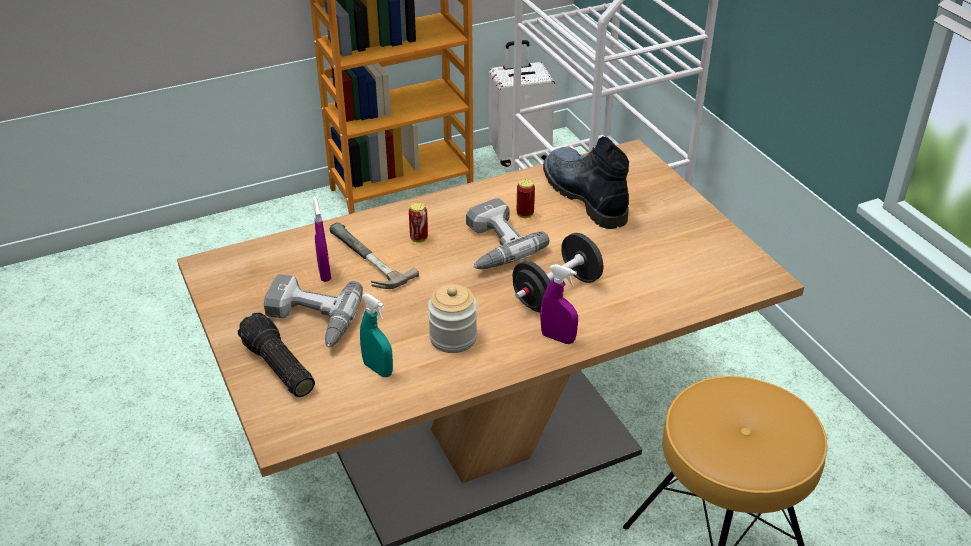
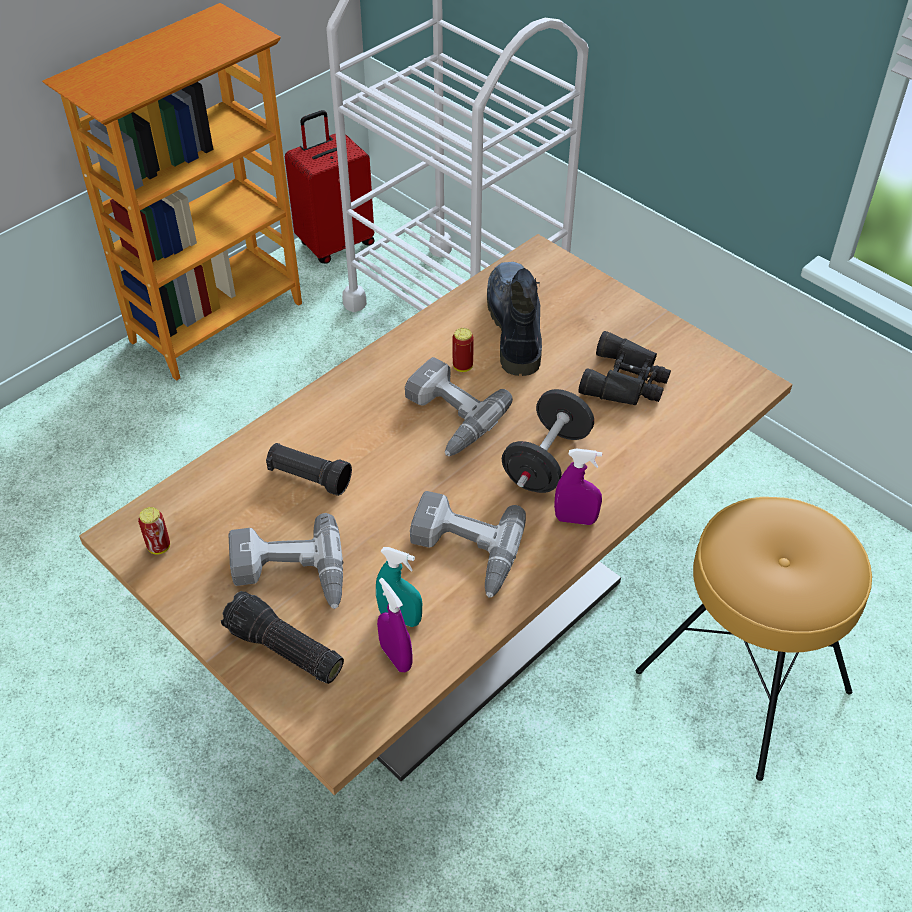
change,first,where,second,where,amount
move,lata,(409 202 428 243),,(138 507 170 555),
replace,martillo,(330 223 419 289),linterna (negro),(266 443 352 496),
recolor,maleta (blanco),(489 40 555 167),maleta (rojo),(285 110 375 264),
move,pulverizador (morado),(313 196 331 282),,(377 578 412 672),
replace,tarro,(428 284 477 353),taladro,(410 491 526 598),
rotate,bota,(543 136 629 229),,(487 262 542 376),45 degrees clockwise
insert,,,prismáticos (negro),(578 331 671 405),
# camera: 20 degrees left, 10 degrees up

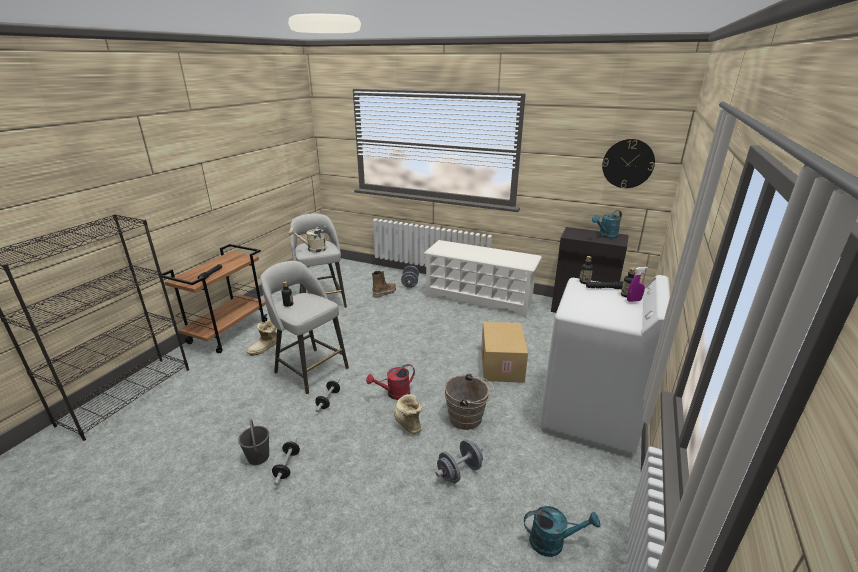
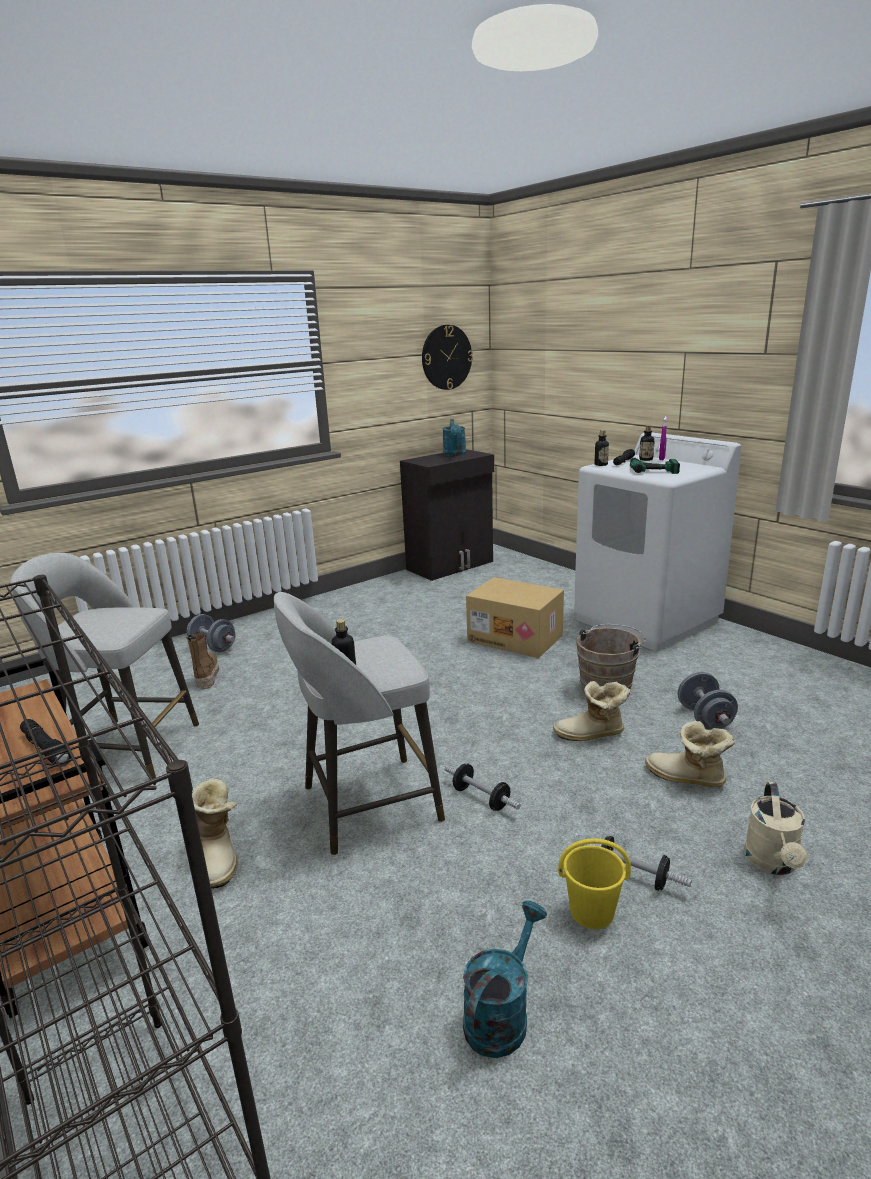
change,first,where,second,where,amount
move,regadera (turquesa),(524 506 600 557),,(463 901 547 1058),
recolor,cubo (gris),(238 419 269 465),cubo (amarillo),(558 838 631 929),
insert,,,taladro,(630 458 680 474),
insert,,,bota,(645 721 734 788),
move,regadera (beis),(288 226 330 252),,(744 782 807 875),
delete,regadera (rojo),(366 364 415 400),,,
delete,zapatero (blanco),(424 240 542 317),,,
# camera: 60 degrees left, 5 degrees down

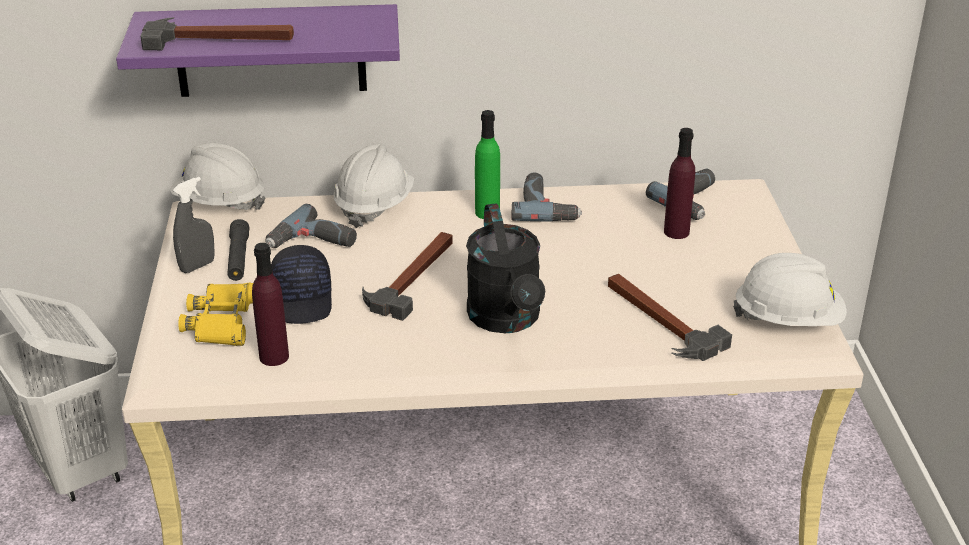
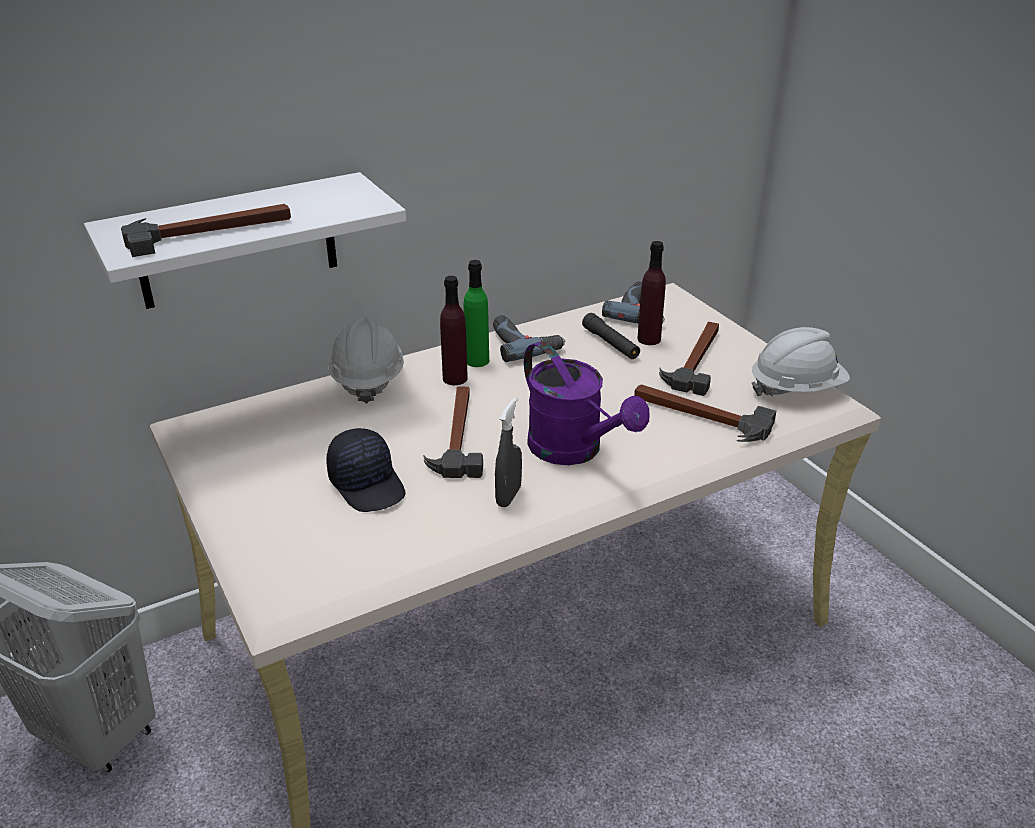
change,first,where,second,where,amount
recolor,estante (morado),(116 4 400 97),estante (blanco),(84 172 406 309),
move,botella (morado),(252 243 289 366),,(440 276 468 385),
move,pulverizador (gris),(173 177 215 273),,(495 398 522 507),
recolor,regadera (negro),(466 203 545 333),regadera (morado),(524 341 650 465),
move,linterna (negro),(227 219 249 281),,(582 313 640 359),
insert,,,martillo,(659 322 719 396),
delete,casco (blanco),(170 143 266 210),,,
delete,prismáticos (amarillo),(178 283 253 346),,,
delete,taladro,(266 204 357 248),,,
# camera: 25 degrees left, 0 degrees up

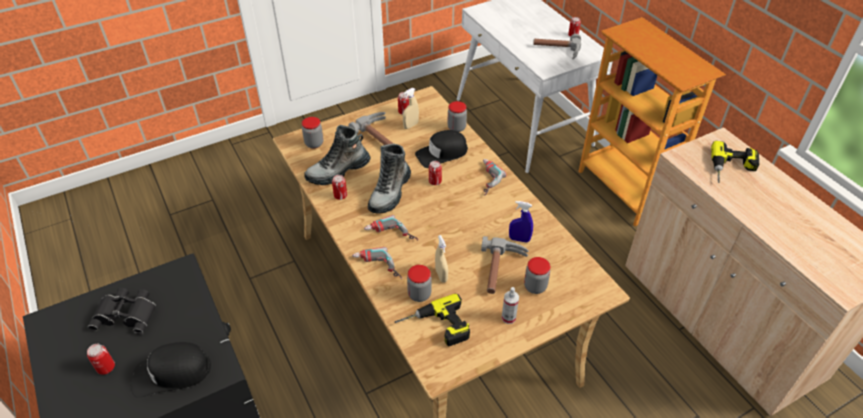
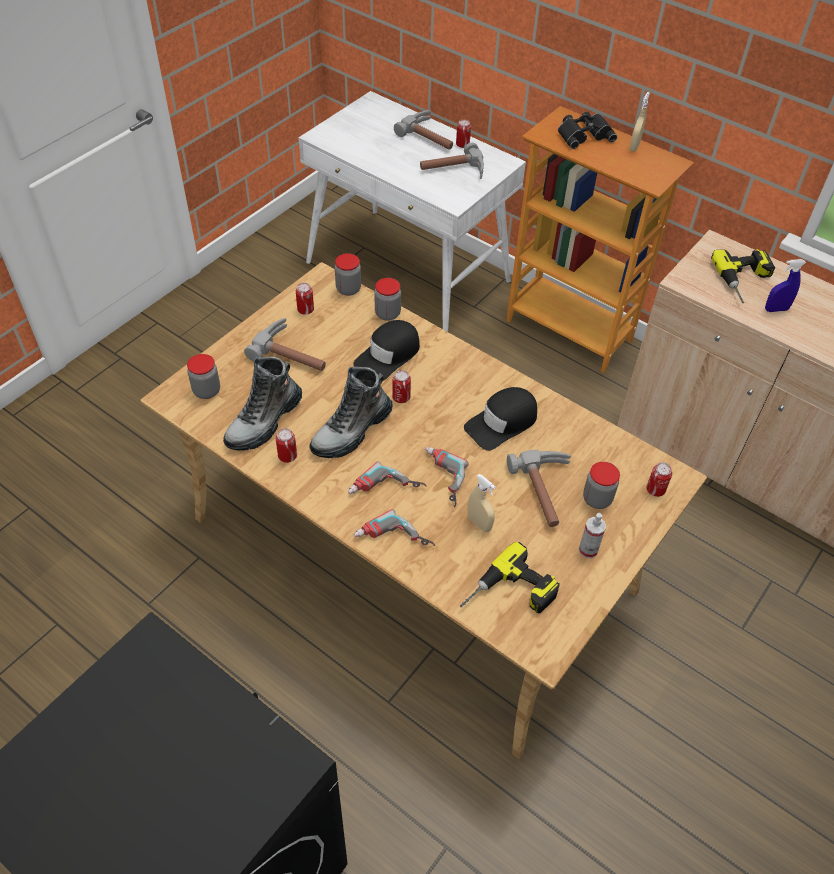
change,first,where,second,where,amount
rotate,bota,(368 143 411 214),,(309 367 393 458),45 degrees clockwise
move,tarro,(407 265 432 302),,(335 253 361 296),
insert,,,martillo,(394 110 453 150),
move,taladro,(483 159 506 196),,(425 447 468 507),
move,gorra (negro),(131 342 211 398),,(464 387 537 451),
move,prismáticos (negro),(88 288 156 335),,(558 112 617 149),
move,pulverizador (beis),(403 88 419 129),,(629 92 650 152),
move,lata,(87 344 115 375),,(646 462 672 497),
move,pulverizador (azul),(509 201 533 243),,(765 259 806 312),
# camera: 25 degrees left, 5 degrees up

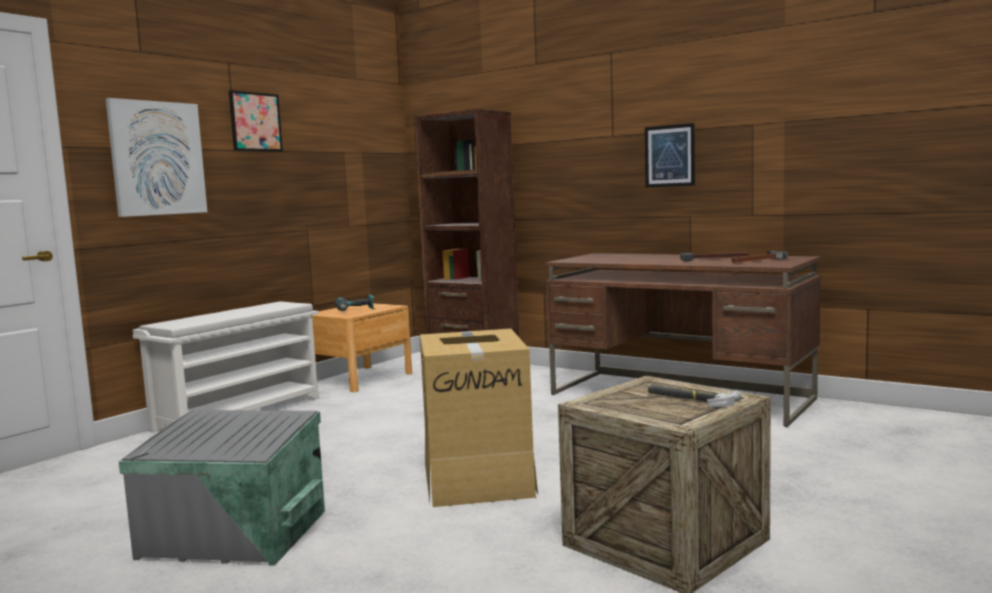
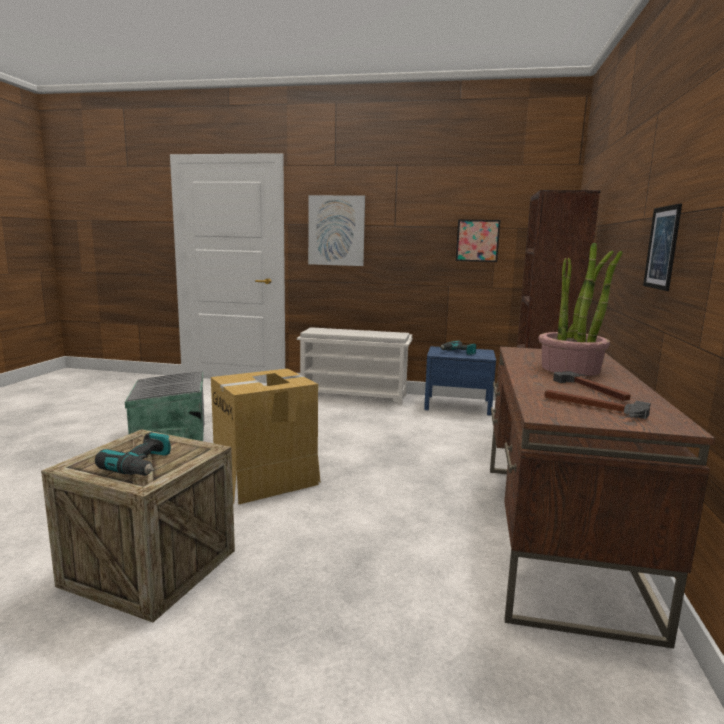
change,first,where,second,where,amount
replace,martillo,(648 384 742 407),taladro,(95 432 171 476),
recolor,mesita de noche (marrón),(312 303 412 392),mesita de noche (azul),(424 346 496 415),
move,cuadro,(229 90 283 151),,(456 219 500 262),
insert,,,planta en maceta,(539 243 623 376),
# camera: 65 degrees right, 5 degrees up

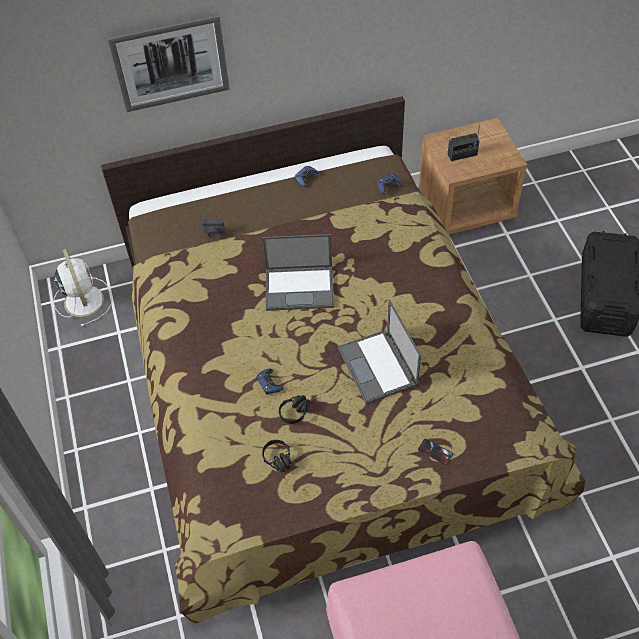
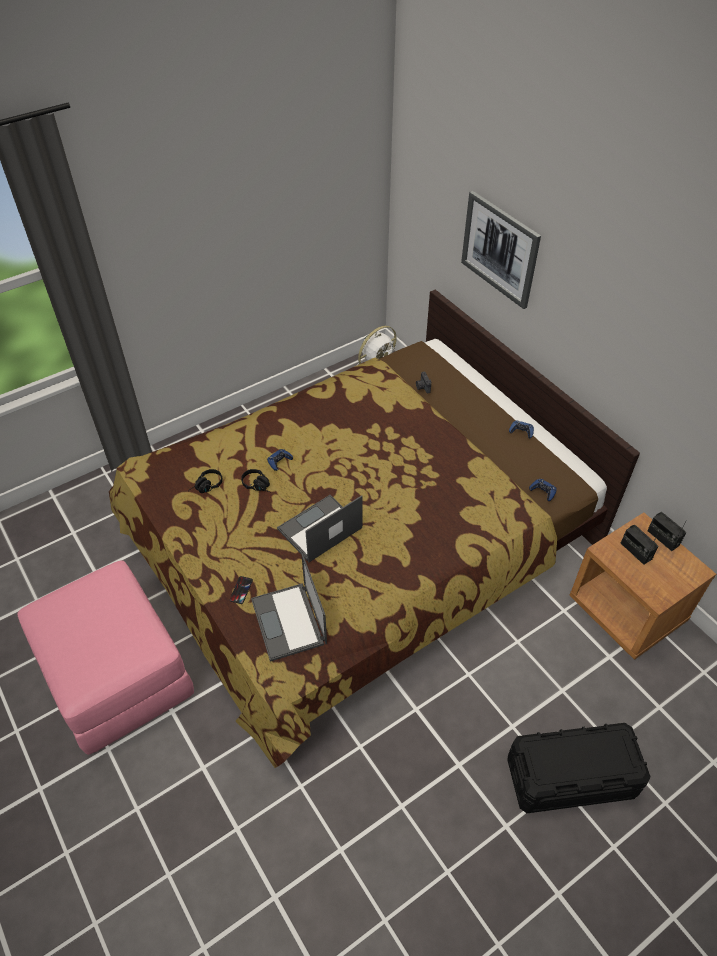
change,first,where,second,where,amount
move,portátil,(262 234 334 311),,(251 554 327 662),
insert,,,radio,(647 512 687 551),
# camera: 70 degrees right, 5 degrees down

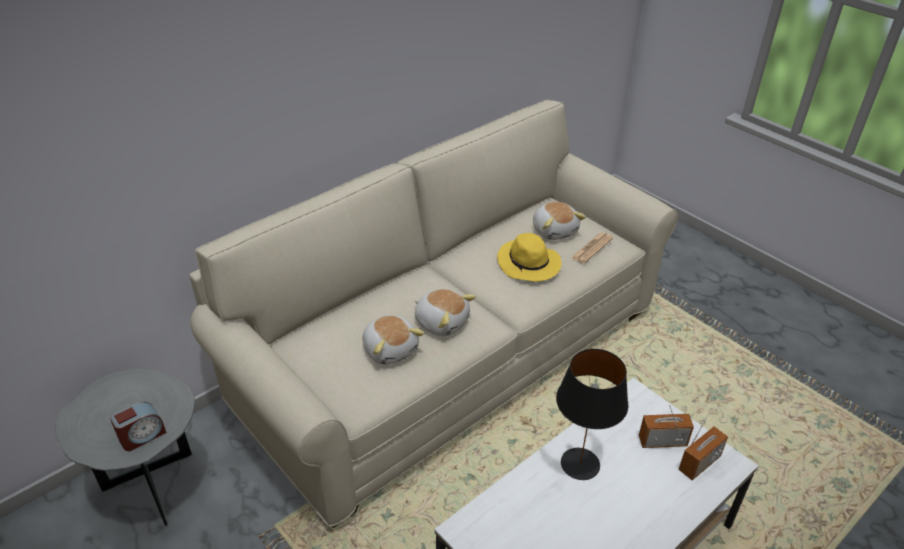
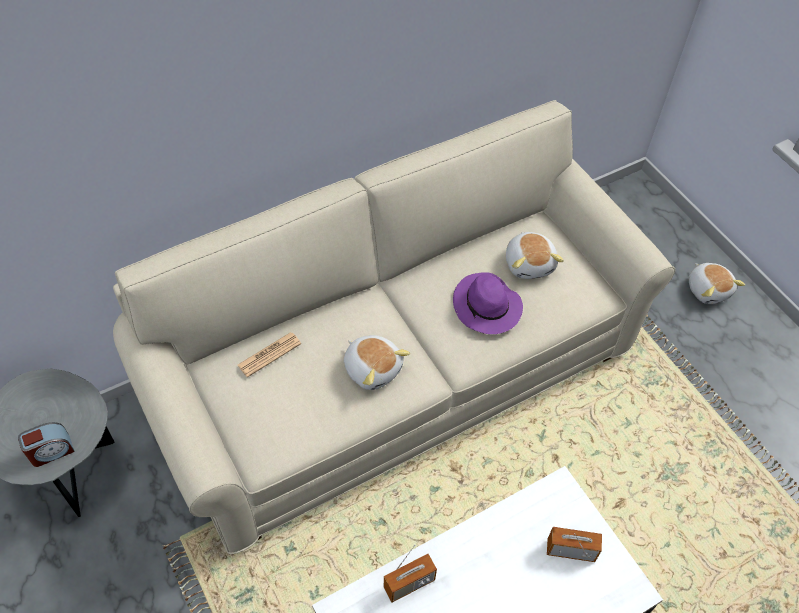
change,first,where,second,where,amount
move,periódico,(571 233 613 264),,(237 332 301 377),
move,radio,(679 408 728 480),,(384 545 437 603),
recolor,sombrero (amarillo),(497 233 562 282),sombrero (morado),(453 272 523 334),
move,peluche,(363 315 424 365),,(688 263 745 304),
delete,lámpara de mesa (negro),(556 349 629 480),,,
# camera: 10 degrees right, 15 degrees up

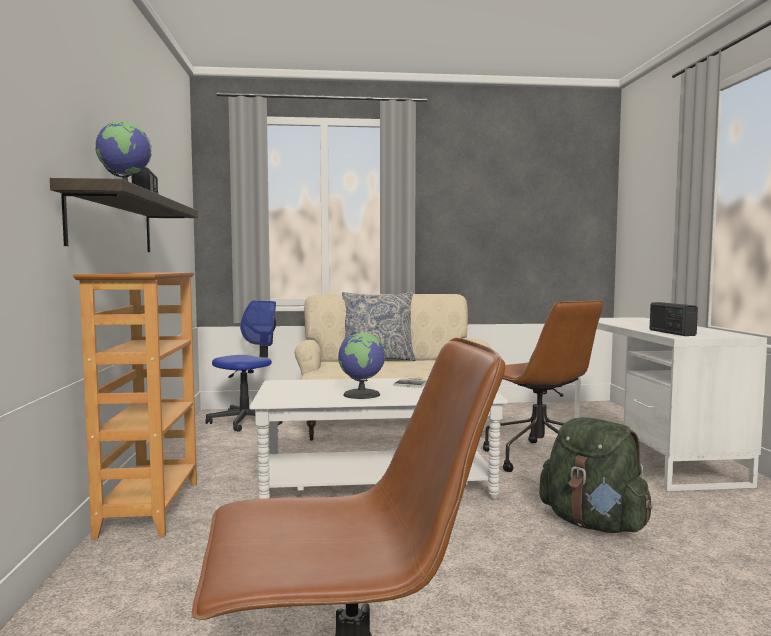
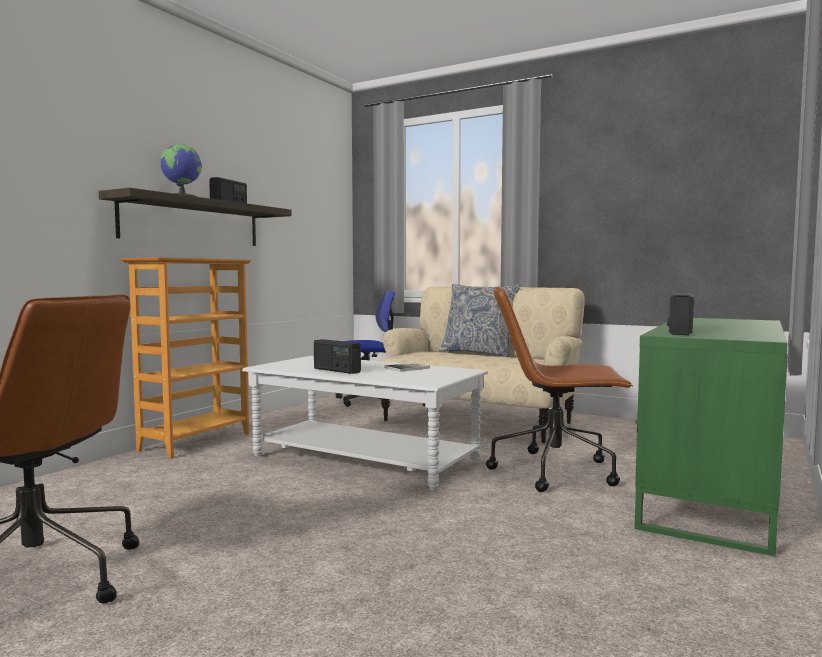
change,first,where,second,where,amount
replace,globo terráqueo,(338 332 385 399),radio,(314 339 361 374),
rotate,silla de oficina (marrón),(483 300 603 472),,(486 286 633 492),90 degrees clockwise
recolor,escritorio (blanco),(574 317 767 491),escritorio (verde),(634 318 788 556),
delete,mochila (verde),(539 417 652 533),,,
# camera: 35 degrees right, 0 degrees up

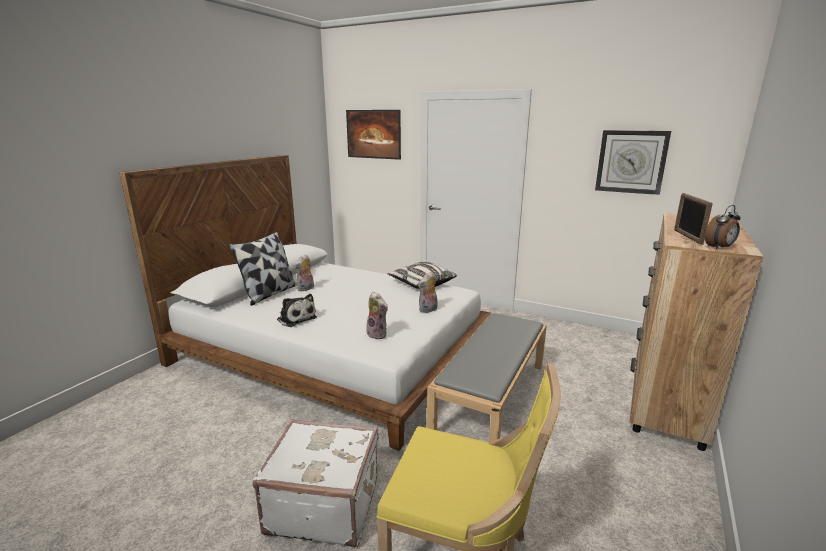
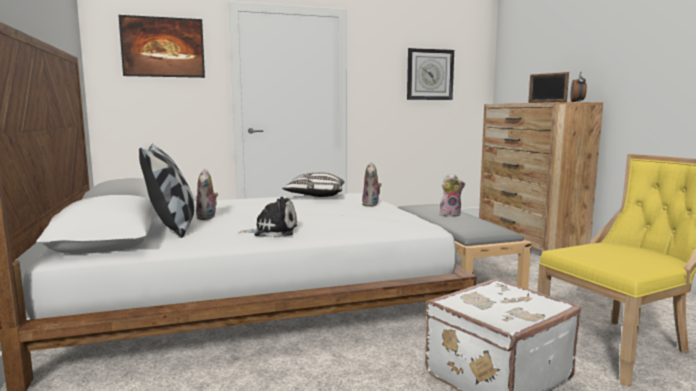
change,first,where,second,where,amount
move,peluche,(366 291 388 340),,(440 174 465 217),
# camera: 45 degrees left, 10 degrees down

